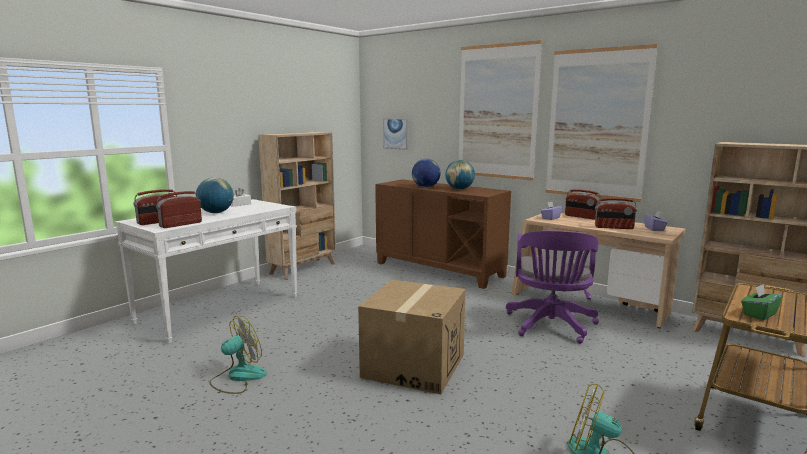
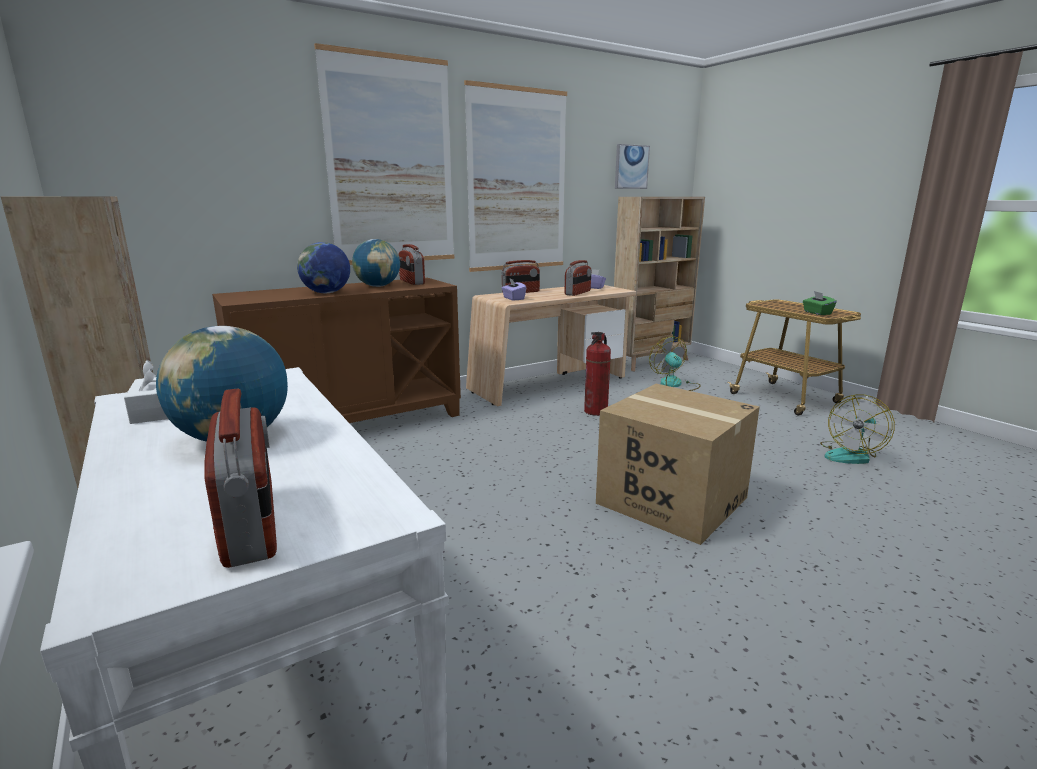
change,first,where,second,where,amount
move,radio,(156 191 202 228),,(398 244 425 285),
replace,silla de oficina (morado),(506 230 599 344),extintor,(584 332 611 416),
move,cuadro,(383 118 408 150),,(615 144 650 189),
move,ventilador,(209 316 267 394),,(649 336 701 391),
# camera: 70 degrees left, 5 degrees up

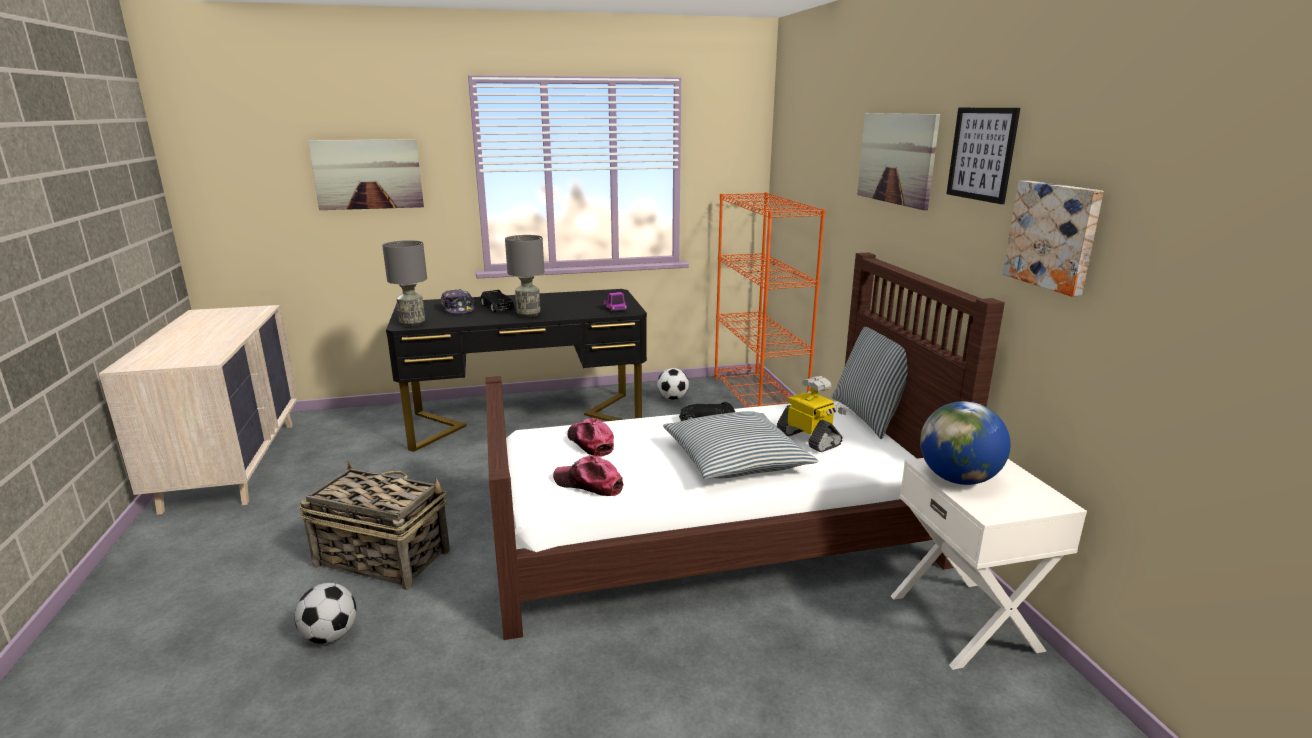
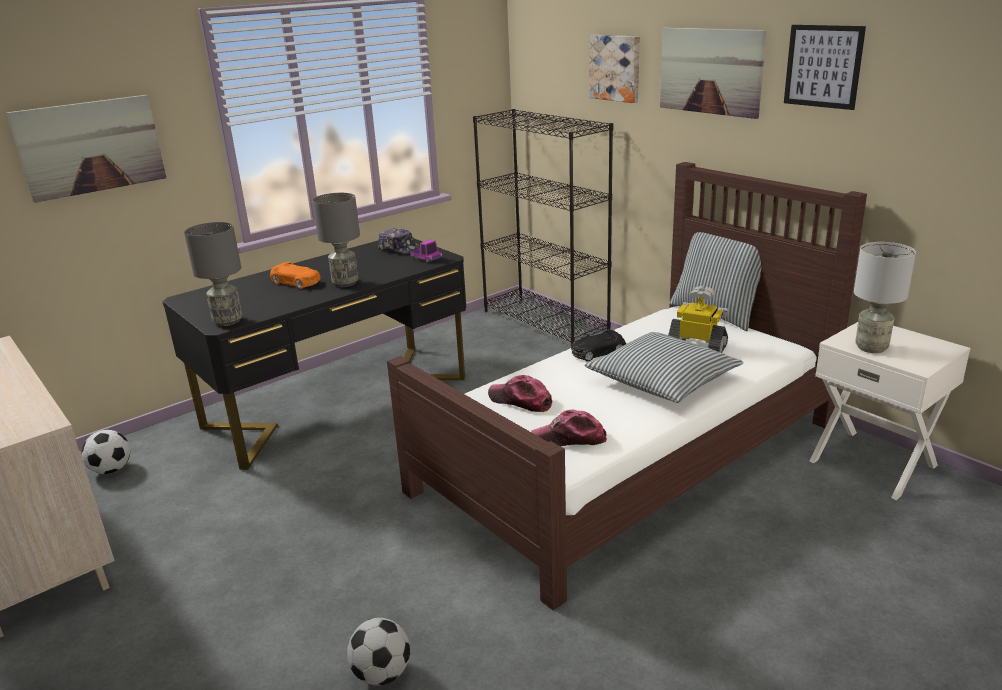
change,first,where,second,where,amount
move,balón de fútbol,(657 368 689 400),,(82 430 130 474),
recolor,coche de juguete (negro),(480 290 514 312),coche de juguete (naranja),(270 262 320 289),
move,gorra,(440 289 475 314),,(378 228 420 253),
recolor,estantería (naranja),(714 192 825 408),estantería (negro),(473 109 613 345),
move,cuadro,(1003 181 1104 296),,(589 35 640 103),
replace,globo terráqueo,(920 401 1011 485),lámpara de mesa (gris),(854 242 916 353),
delete,cesta,(299 461 450 590),,,
# camera: 25 degrees left, 5 degrees up

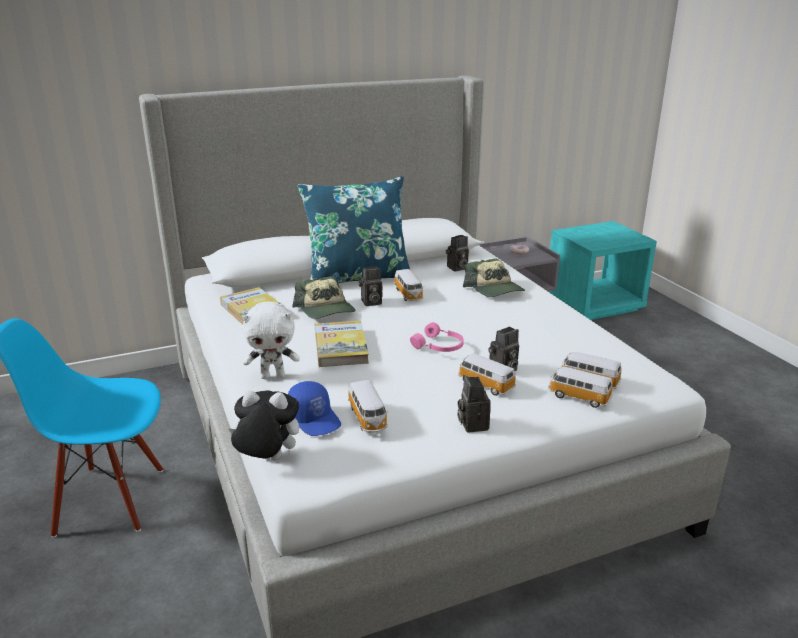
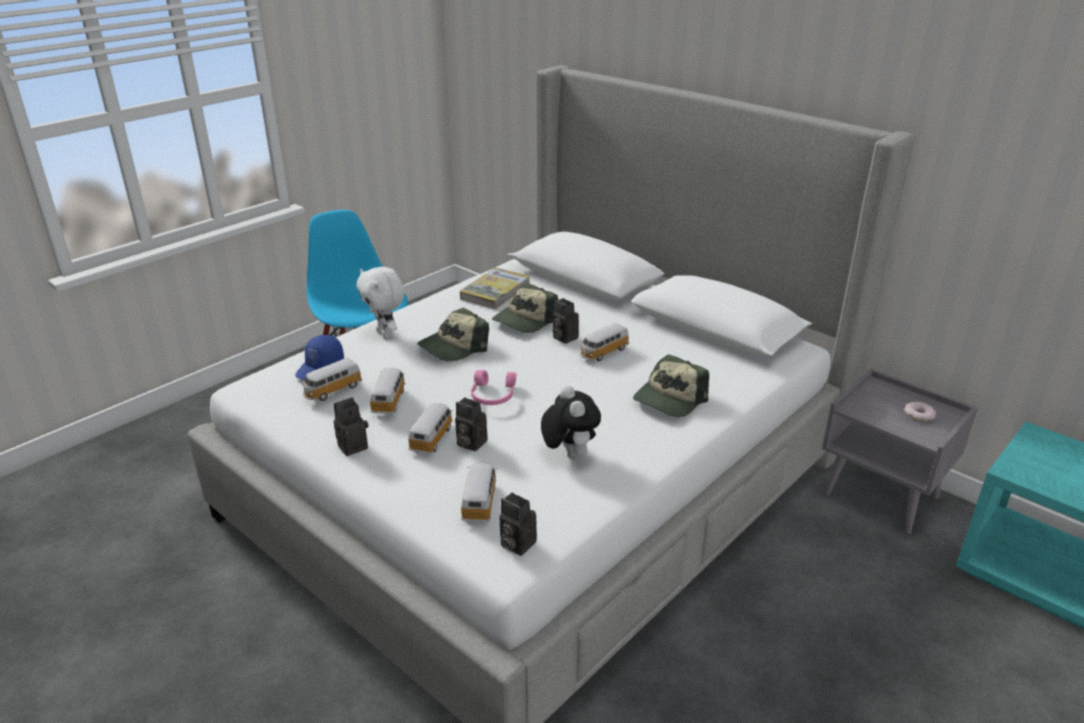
change,first,where,second,where,amount
move,coche de juguete,(548 367 612 408),,(370 368 405 414),
replace,libro,(315 321 369 367),gorra,(417 308 489 362),
move,cámara,(446 235 469 272),,(499 493 537 556),
move,peluche,(229 390 299 461),,(541 386 601 459),
delete,cojín (azul),(298 176 410 284),,,
# camera: 65 degrees right, 5 degrees up

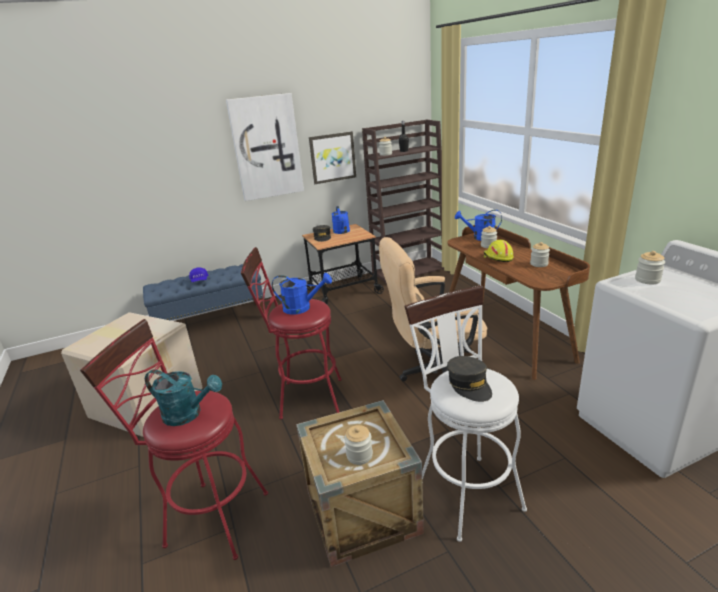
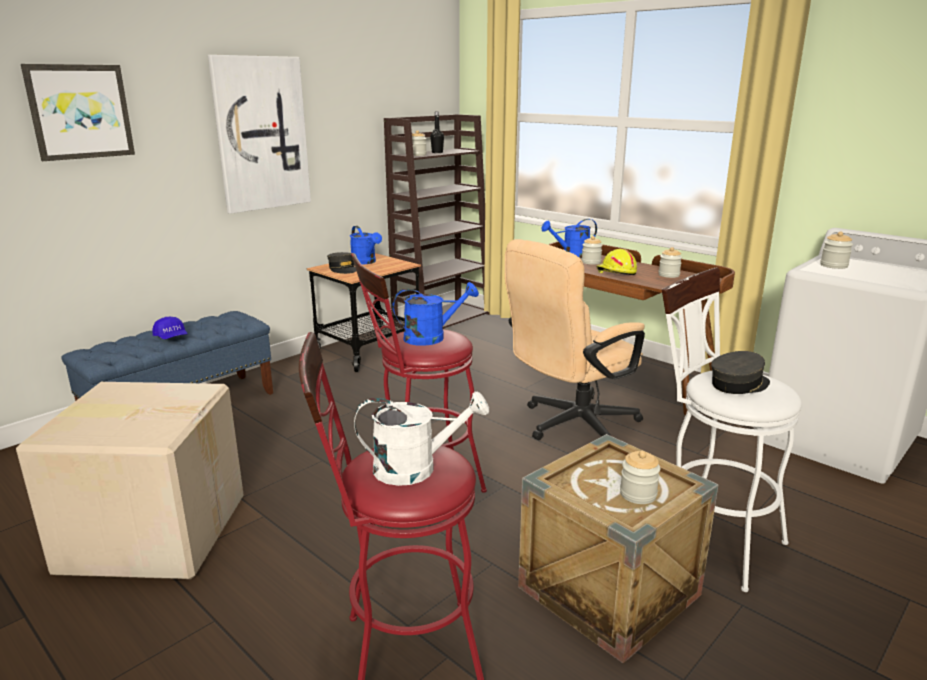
change,first,where,second,where,amount
move,cuadro,(309 131 356 184),,(21 64 135 161),
recolor,regadera (turquesa),(145 369 222 426),regadera (blanco),(354 391 489 486),
rotate,gorra (gris),(447 356 492 402),,(711 351 770 394),75 degrees counterclockwise
# camera: 25 degrees left, 5 degrees down

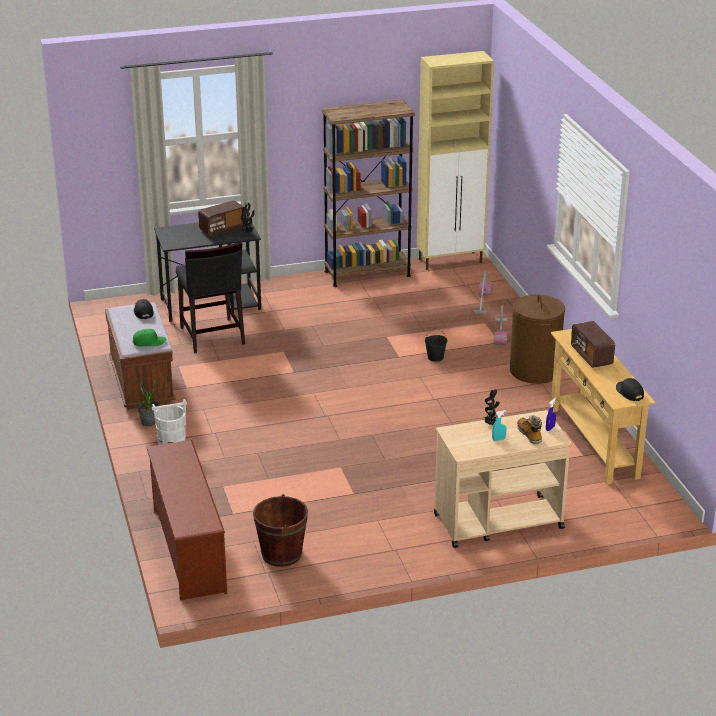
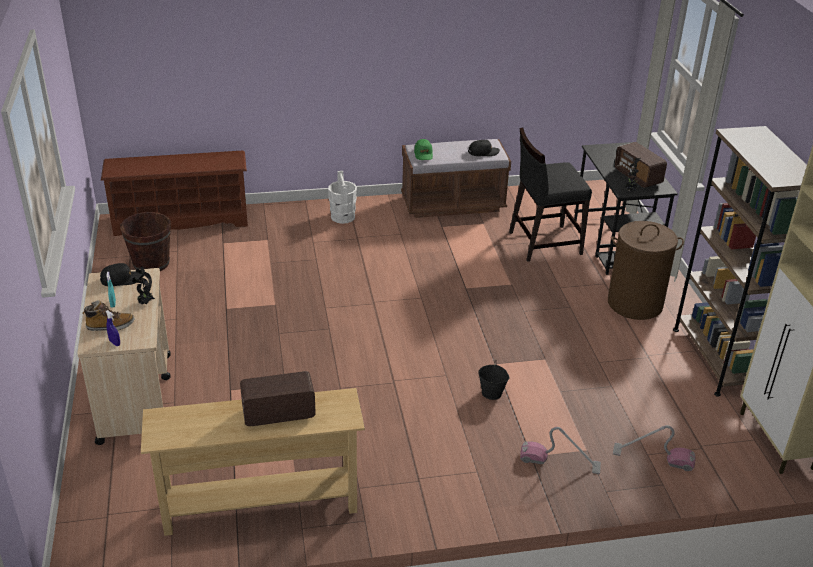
change,first,where,second,where,amount
move,gorra (negro),(616 378 644 401),,(100 263 141 286),
move,cesto de la ropa (marrón),(510 294 565 384),,(608 221 684 320),
delete,planta en maceta,(137 379 159 426),,,
# camera: 95 degrees right, 5 degrees up

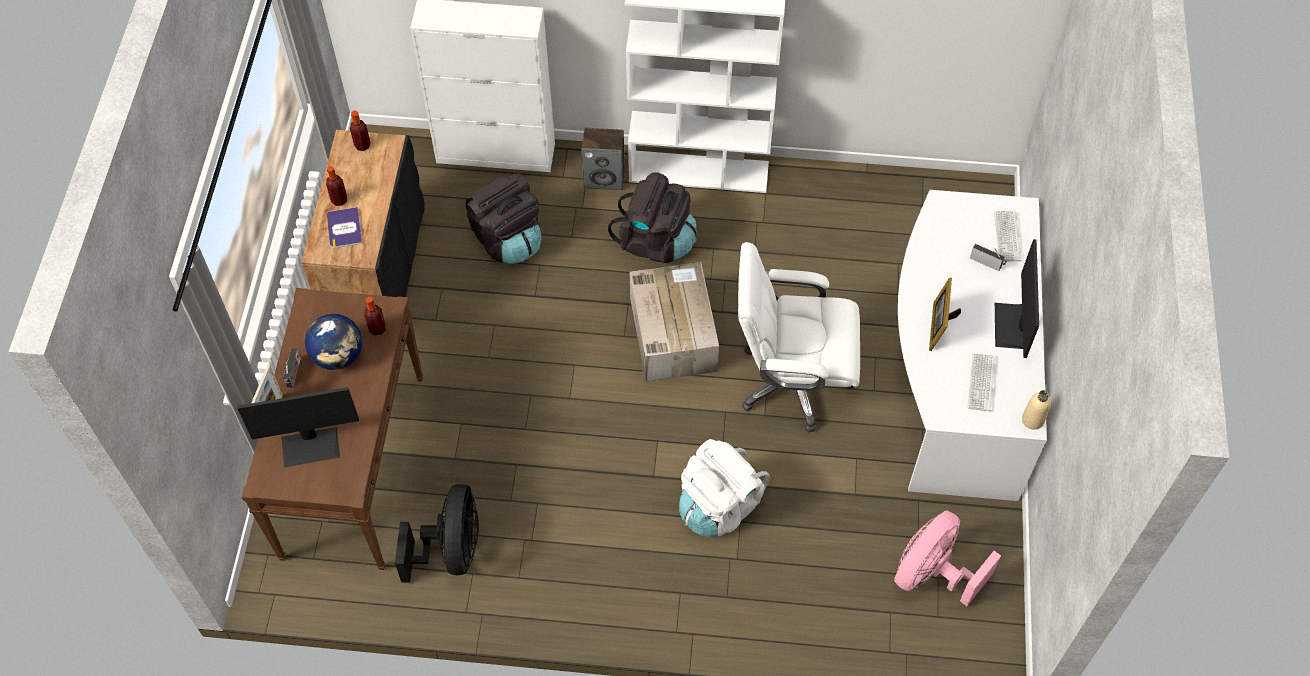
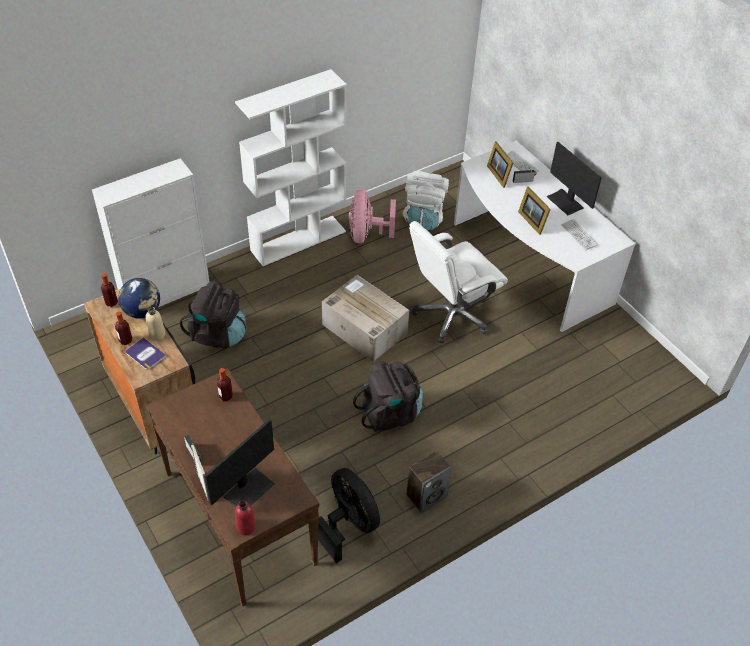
change,first,where,second,where,amount
move,globo terráqueo,(305 314 362 370),,(118 278 160 319),
move,botella (beis),(1022 390 1051 430),,(145 307 165 341),
insert,,,botella (rojo),(235 500 256 535),
move,ventilador (rosa),(894 510 1001 606),,(349 189 396 243),
move,mochila (negro),(608 172 697 263),,(353 361 423 432),
move,mochila (blanco),(679 439 770 537),,(403 171 449 230),
move,altavoz,(581 128 625 190),,(406 451 452 513),
insert,,,portarretratos,(487 141 513 188),
# camera: 40 degrees left, 10 degrees down

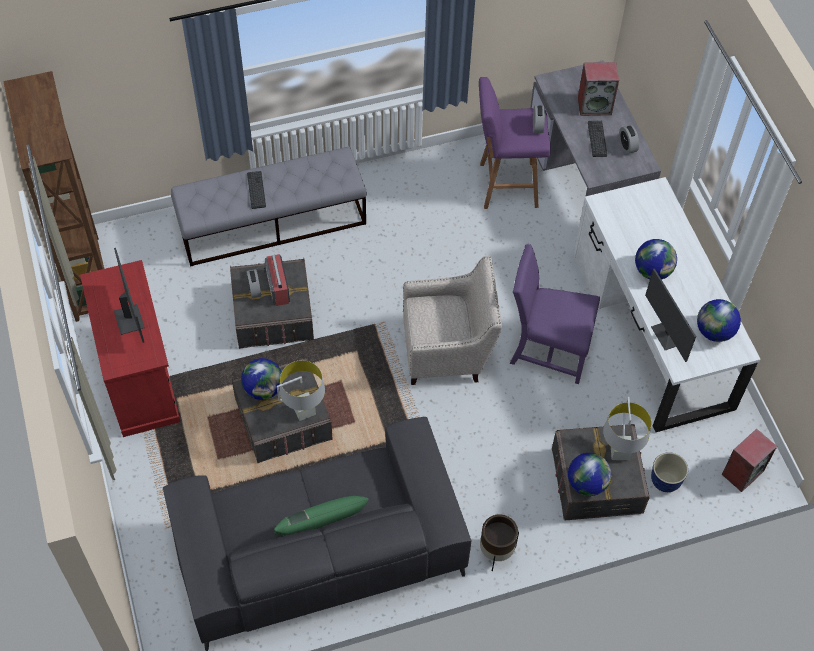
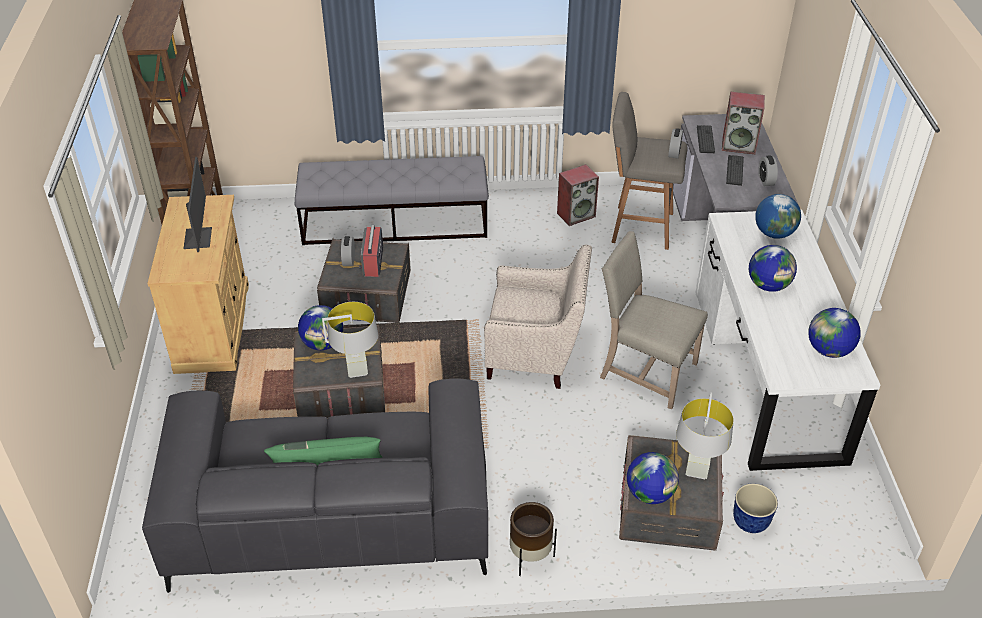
change,first,where,second,where,amount
recolor,armario (rojo),(80 260 181 437),armario (beis),(147 195 249 374),
move,altavoz,(722 428 777 492),,(557 164 599 226),
recolor,silla (morado),(510 244 600 384),silla (beis),(600 231 708 410),
recolor,taburete (morado),(479 77 551 209),taburete (gris),(612 92 688 250),
move,teclado,(247 171 266 209),,(697 125 715 153),
insert,,,globo terráqueo,(755 194 801 239),
delete,monitor,(645 269 696 362),,,
# camera: 15 degrees right, 15 degrees down

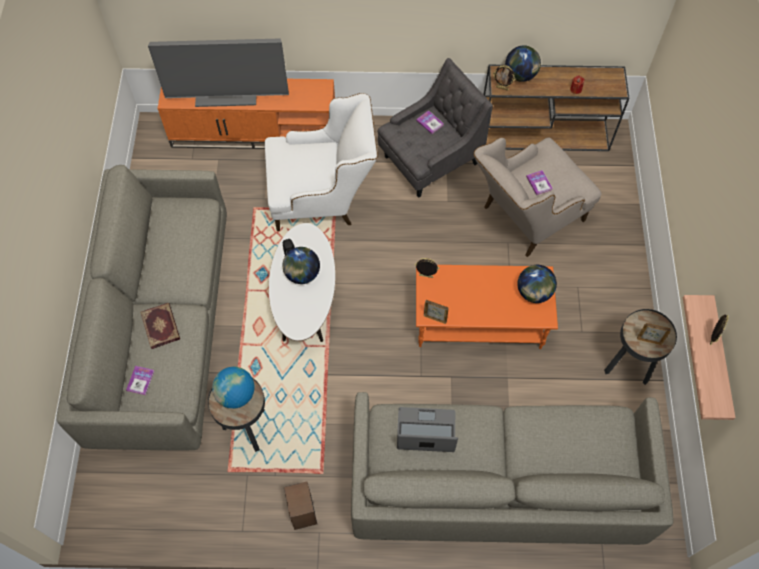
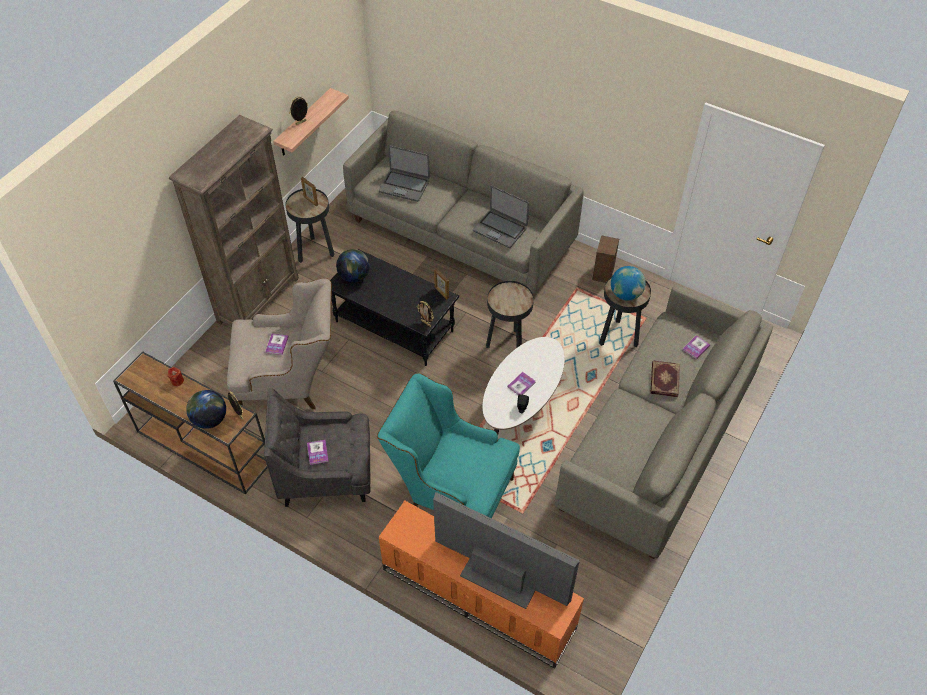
change,first,where,second,where,amount
insert,,,estantería (marrón),(169 115 299 326),
recolor,mesa de centro (naranja),(416 265 558 349),mesa de centro (negro),(330 249 459 366),
recolor,sillón (blanco),(265 93 378 231),sillón (turquesa),(377 373 520 518),
insert,,,portátil,(379 145 430 202),
insert,,,mesa auxiliar (negro),(486 281 534 348),
replace,globo terráqueo,(282 247 320 284),libro,(508 372 536 395),
# camera: 150 degrees left, 10 degrees down

